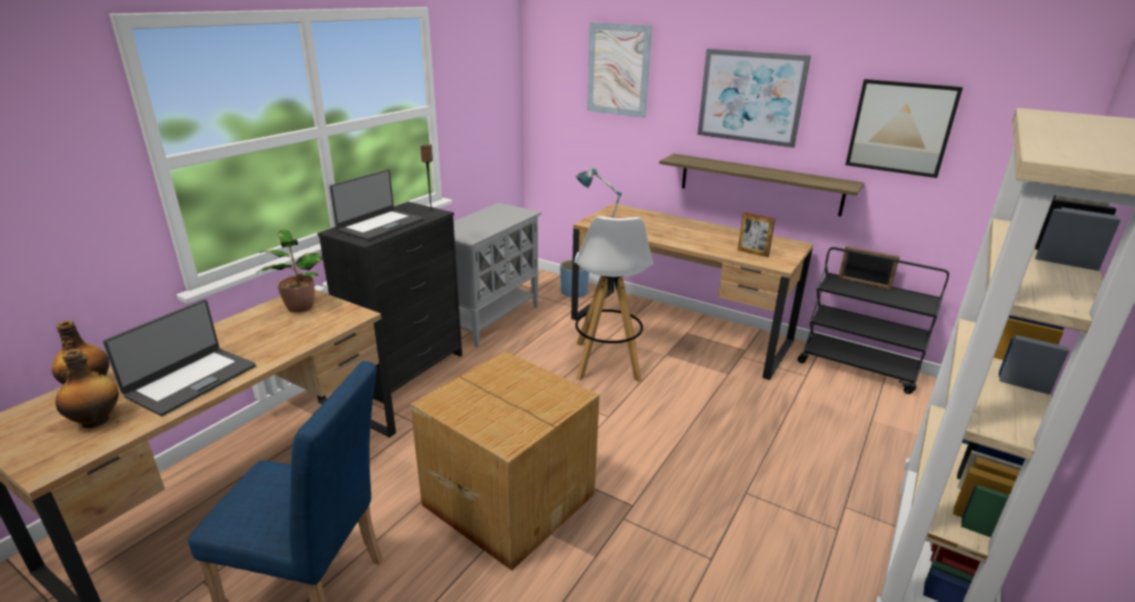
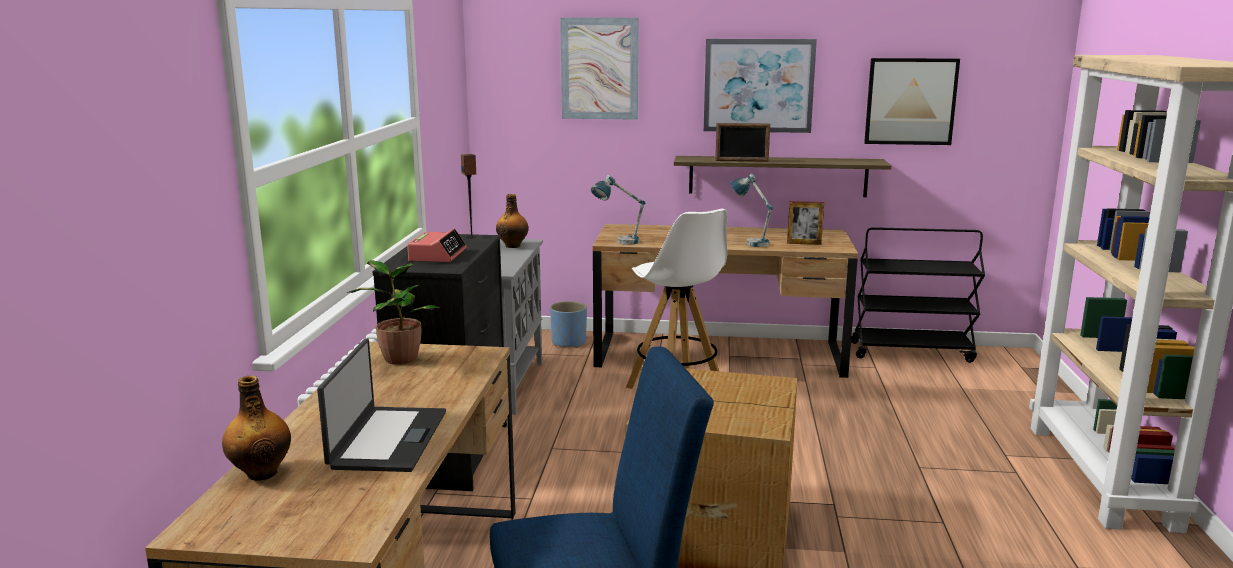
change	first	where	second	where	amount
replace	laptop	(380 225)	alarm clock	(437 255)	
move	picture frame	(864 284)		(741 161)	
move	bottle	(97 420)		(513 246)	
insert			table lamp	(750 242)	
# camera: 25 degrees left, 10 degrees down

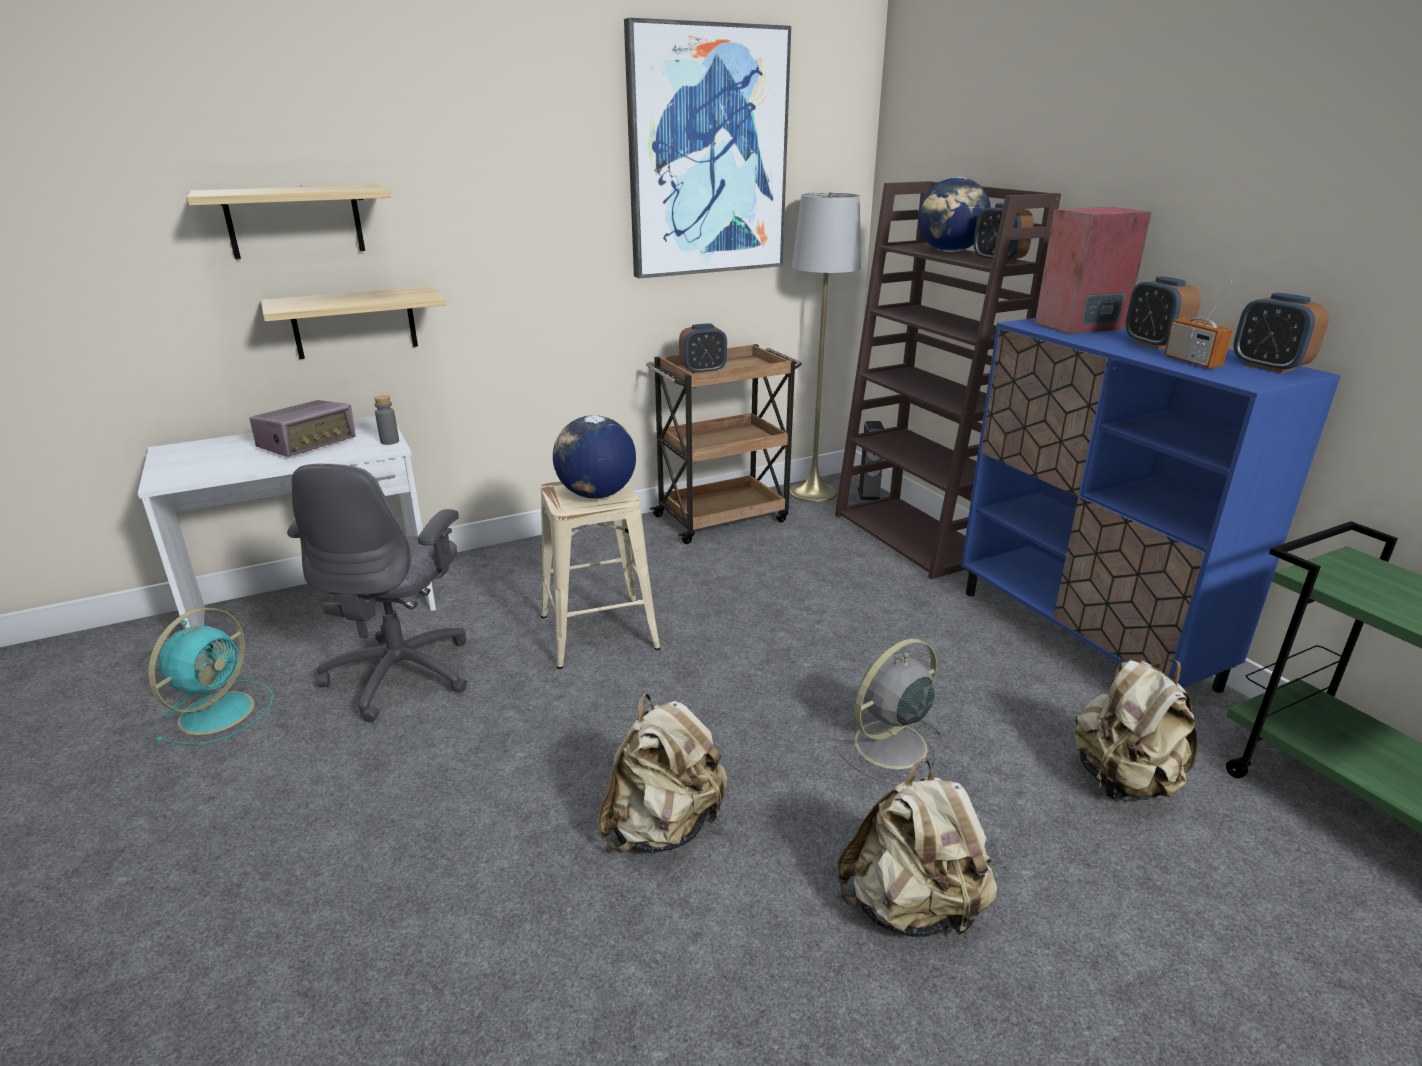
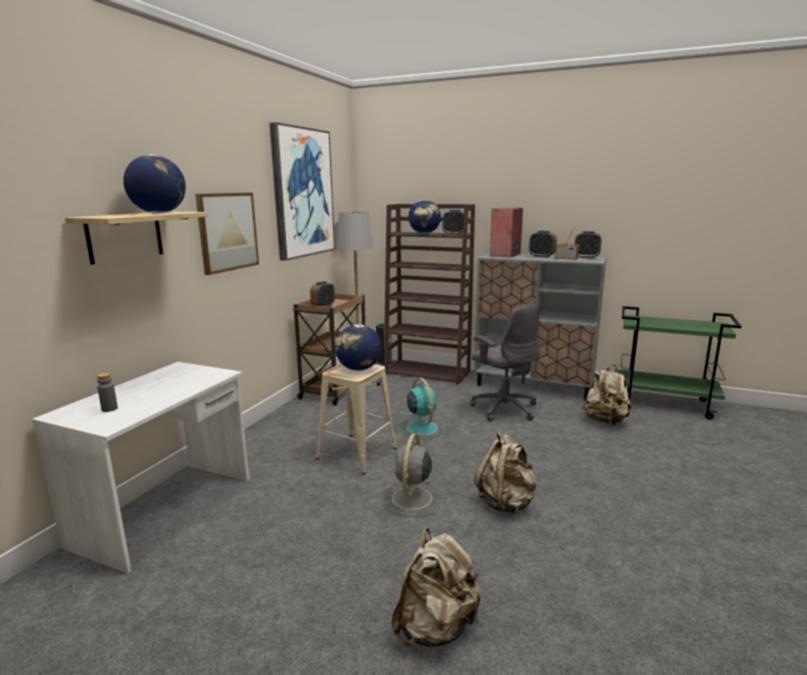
change	first	where	second	where	amount
delete	shelf	(354 322)			
recolor	cabinet in blue	(1083 638)	cabinet in grey	(534 386)	
move	bottle in grey	(389 441)		(109 409)	
delete	radio	(308 444)			
move	office chair in grey	(402 673)		(504 409)	
move	fan in turquoise	(219 711)		(421 427)	
move	fan in grey	(888 746)		(411 499)	
move	backpack in beige	(912 907)		(436 627)	
insert			globe	(159 213)	
insert			picture	(227 231)	
# camera: 40 degrees left, 10 degrees down

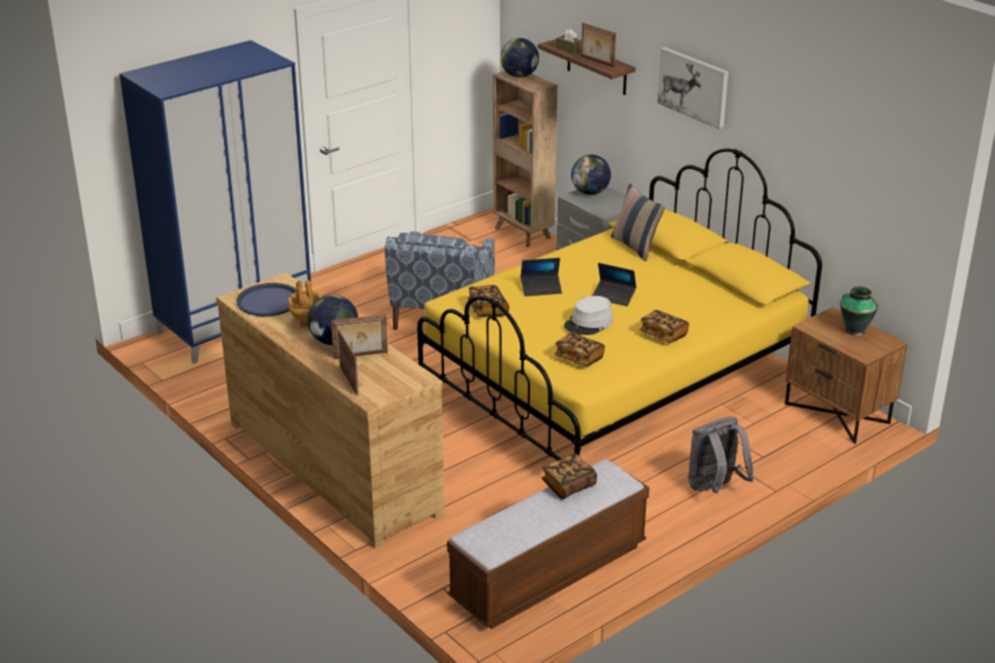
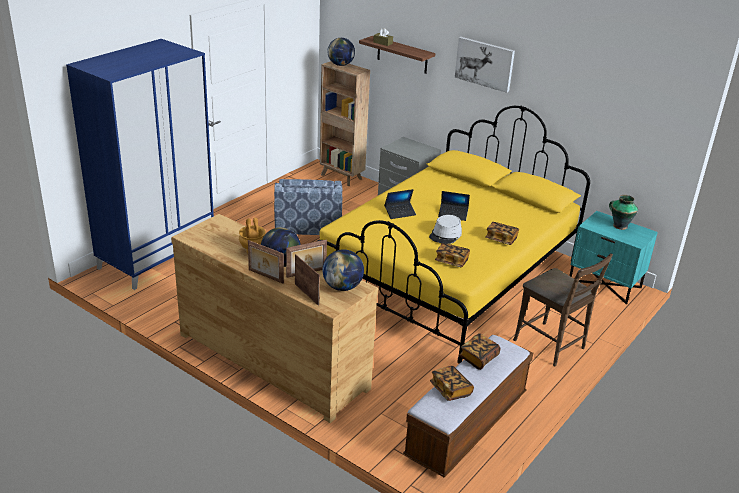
change	first	where	second	where	amount
move	picture frame	(597 62)		(265 276)	
move	globe	(590 192)		(342 287)	
delete	pillow	(635 247)			
delete	tray in blue	(269 301)			
move	book	(488 309)		(450 390)	
recolor	nightstand in brown	(838 413)	nightstand in turquoise	(605 284)	
replace	backpack in grey	(715 488)	chair in brown	(552 346)	
# camera: 15 degrees left, 0 degrees up

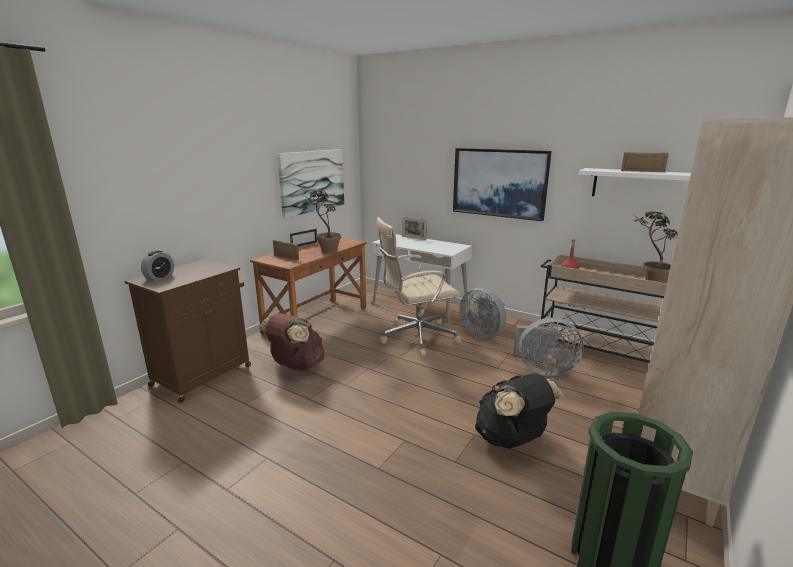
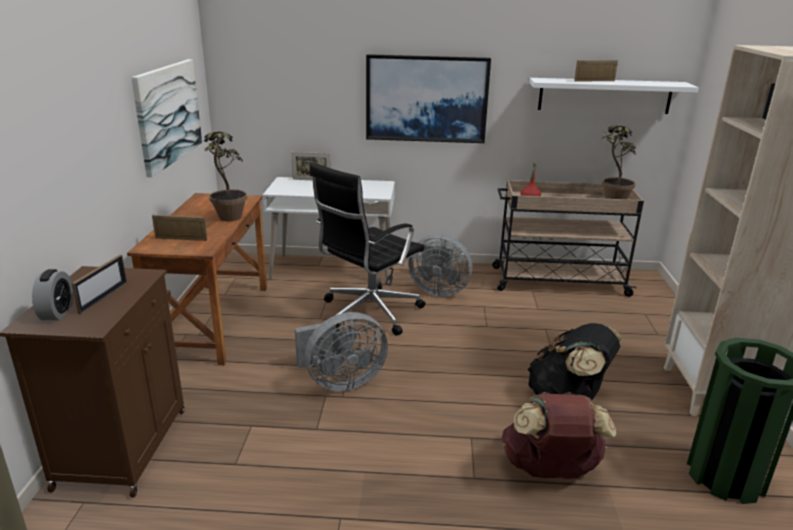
change	first	where	second	where	amount
recolor	office chair in beige	(416 337)	office chair in black	(368 313)	
move	picture frame	(304 245)		(103 297)	
move	backpack in brown	(296 366)		(550 470)	
move	fan in grey	(543 369)		(341 382)	
# camera: 30 degrees left, 5 degrees up

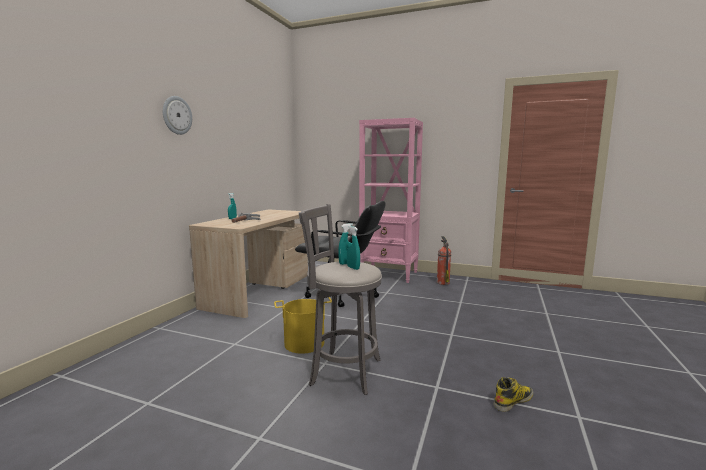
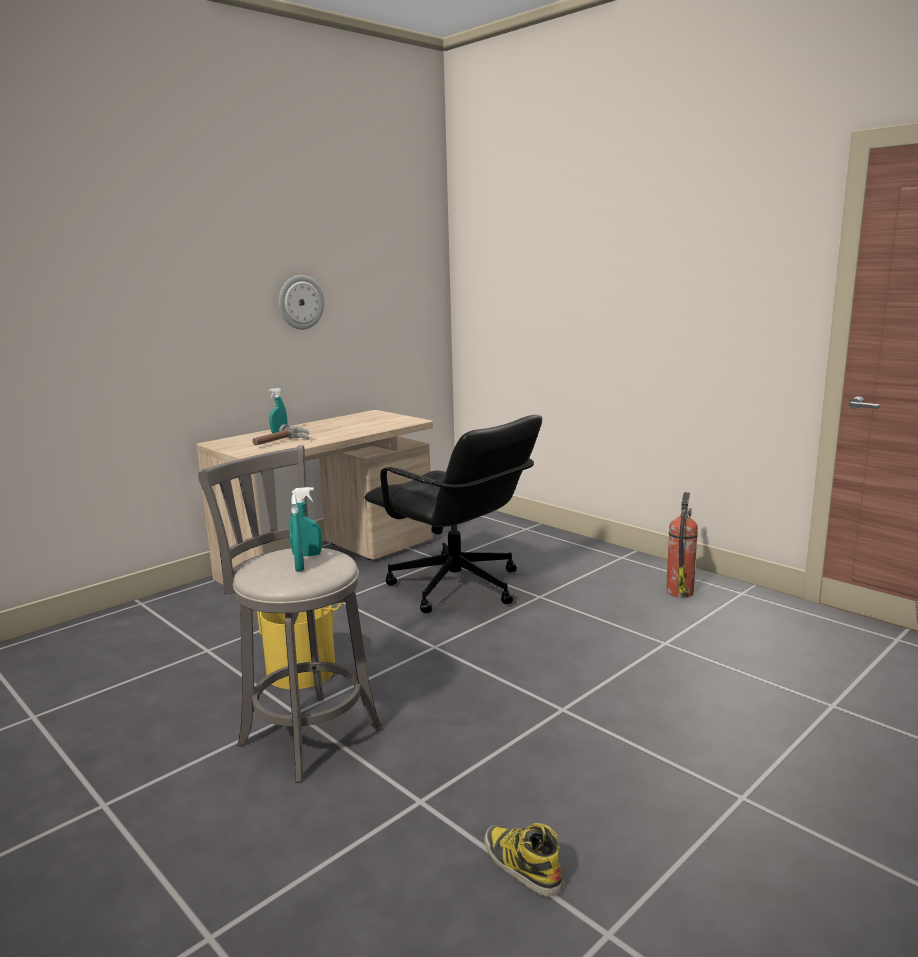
change	first	where	second	where	amount
move	wall clock	(177 115)		(300 302)	
delete	bookcase in pink	(389 274)			
rotate	boot	(513 400)		(521 865)	120 degrees counterclockwise
# camera: 25 degrees right, 5 degrees up

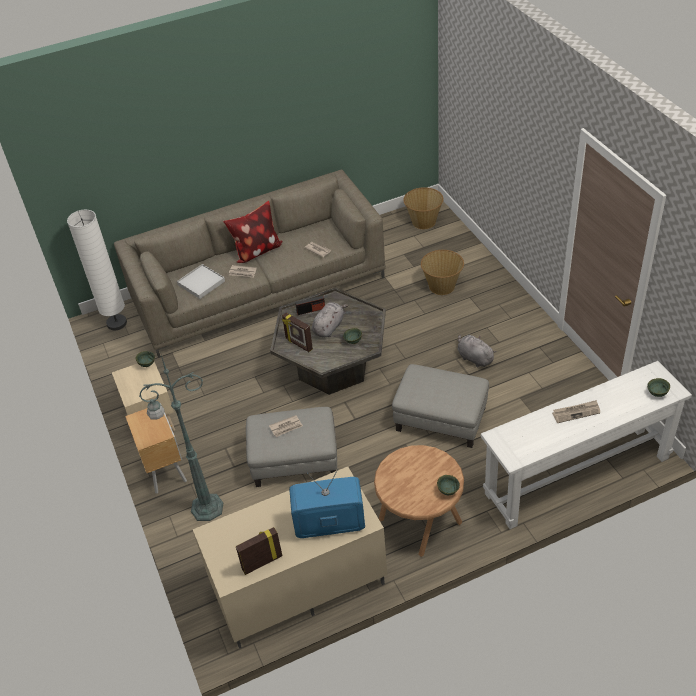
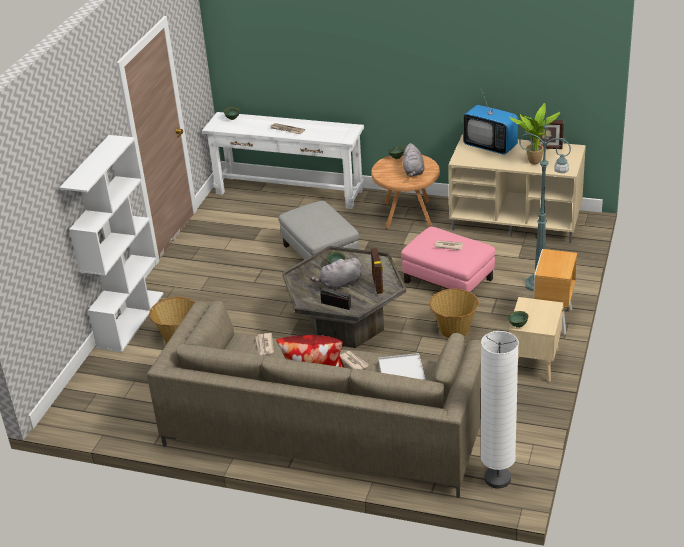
change	first	where	second	where	amount
move	basket	(423 221)		(454 330)	
move	plush toy in grey	(474 358)		(413 171)	
recolor	ottoman in grey	(294 460)	ottoman in pink	(448 280)	
insert			potted plant	(535 163)	
insert			bookcase in white	(130 320)	
# camera: 140 degrees left, 10 degrees down

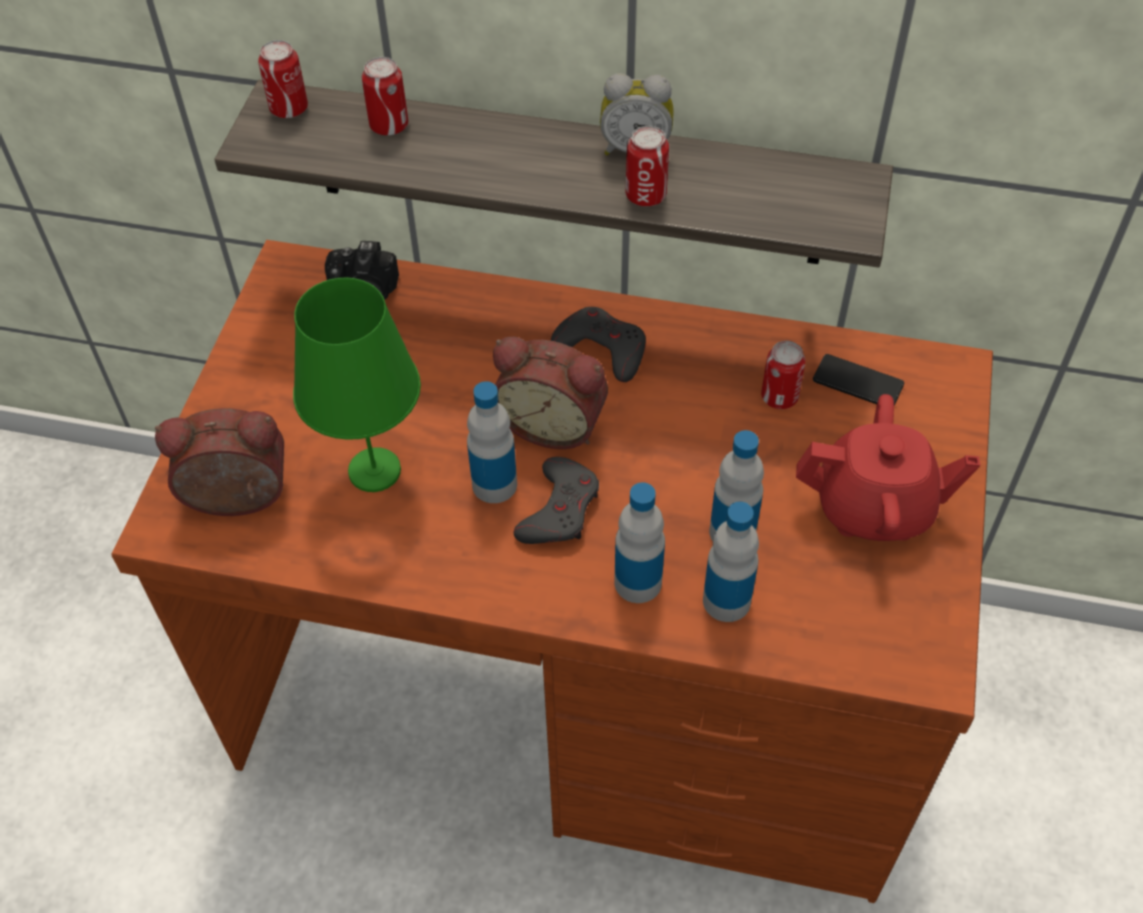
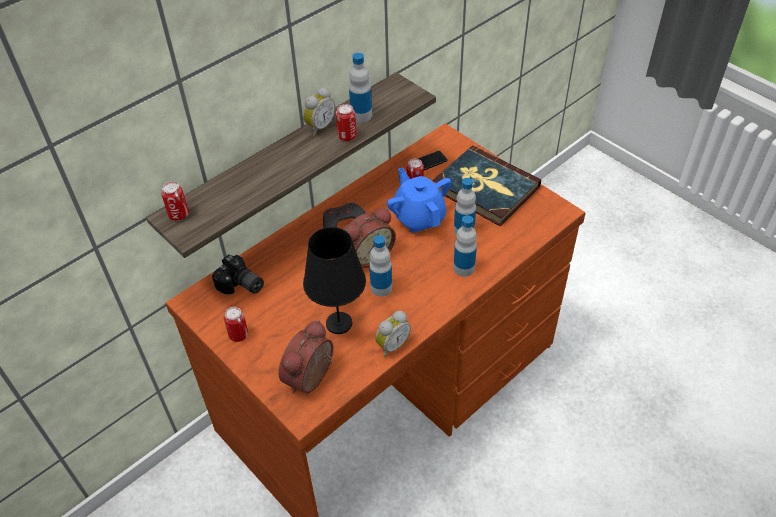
change	first	where	second	where	amount
move	can	(389 125)		(238 335)	
recolor	table lamp in green	(373 470)	table lamp in black	(338 323)	
replace	teapot in red	(875 508)	book	(485 188)	
delete	game controller in grey	(559 509)			
move	bottle	(726 601)		(361 115)	
insert			teapot in blue	(419 217)	
insert			alarm clock	(391 345)	
# camera: 55 degrees left, 5 degrees down

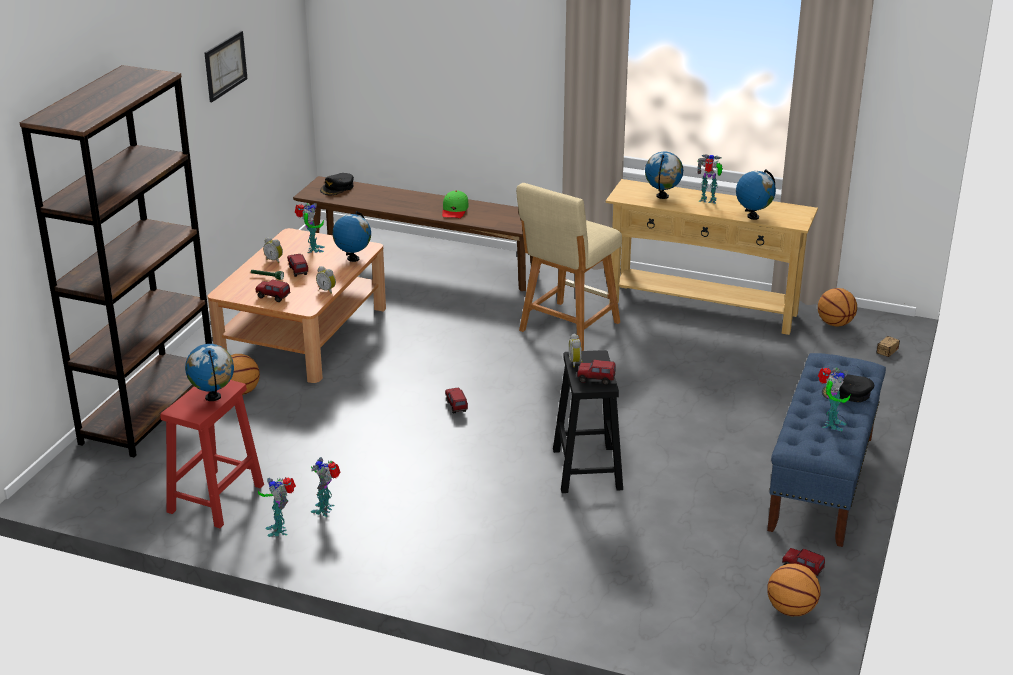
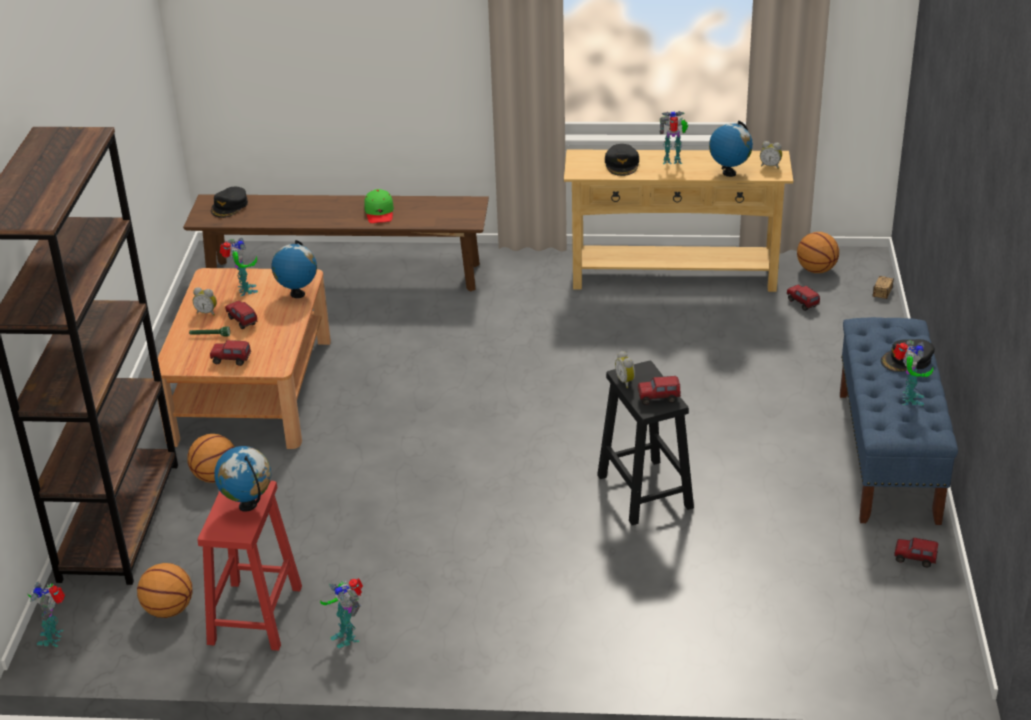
change	first	where	second	where	amount
delete	picture	(225 65)			
replace	globe	(662 196)	cap in black	(622 164)	
delete	stool in beige	(567 328)			
move	alarm clock	(327 290)		(770 166)	
move	toy truck	(456 407)		(802 304)	
move	toy robot	(325 509)		(54 637)	
move	basketball	(790 610)		(168 610)	
# camera: 15 degrees left, 5 degrees up

